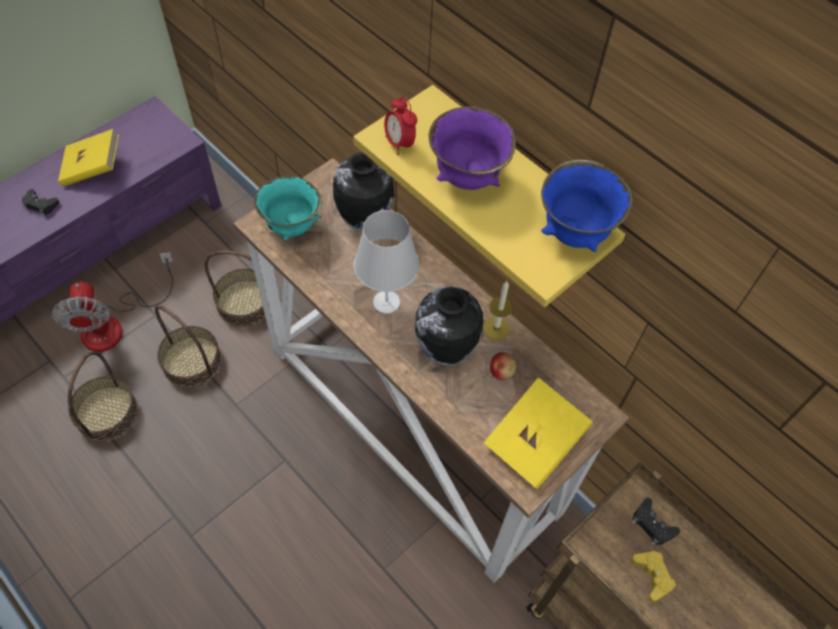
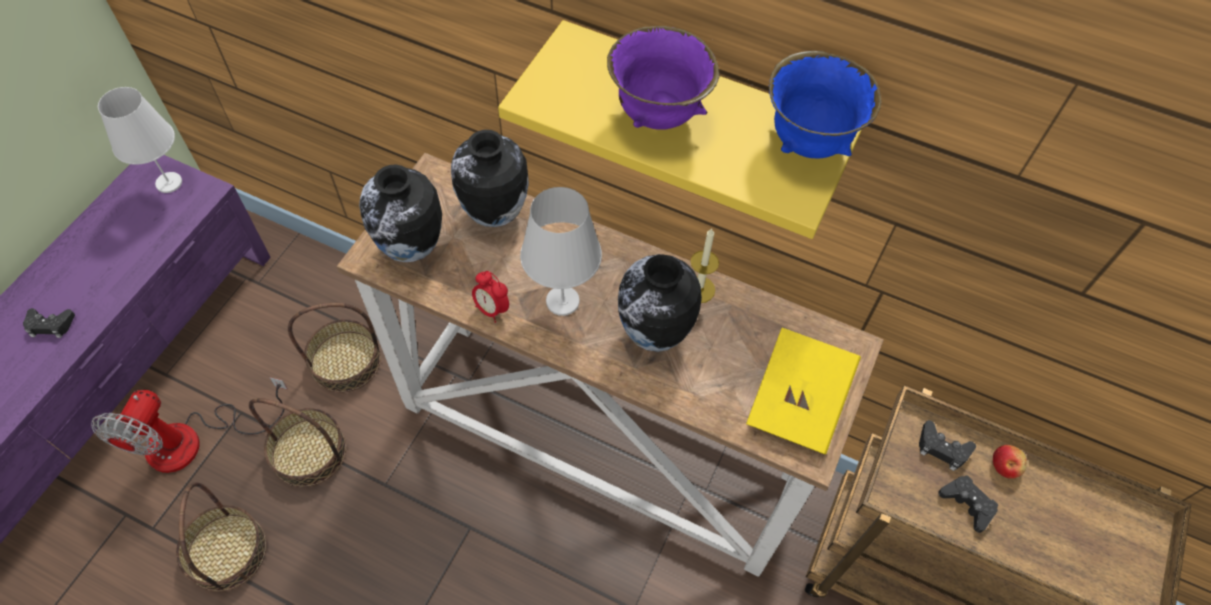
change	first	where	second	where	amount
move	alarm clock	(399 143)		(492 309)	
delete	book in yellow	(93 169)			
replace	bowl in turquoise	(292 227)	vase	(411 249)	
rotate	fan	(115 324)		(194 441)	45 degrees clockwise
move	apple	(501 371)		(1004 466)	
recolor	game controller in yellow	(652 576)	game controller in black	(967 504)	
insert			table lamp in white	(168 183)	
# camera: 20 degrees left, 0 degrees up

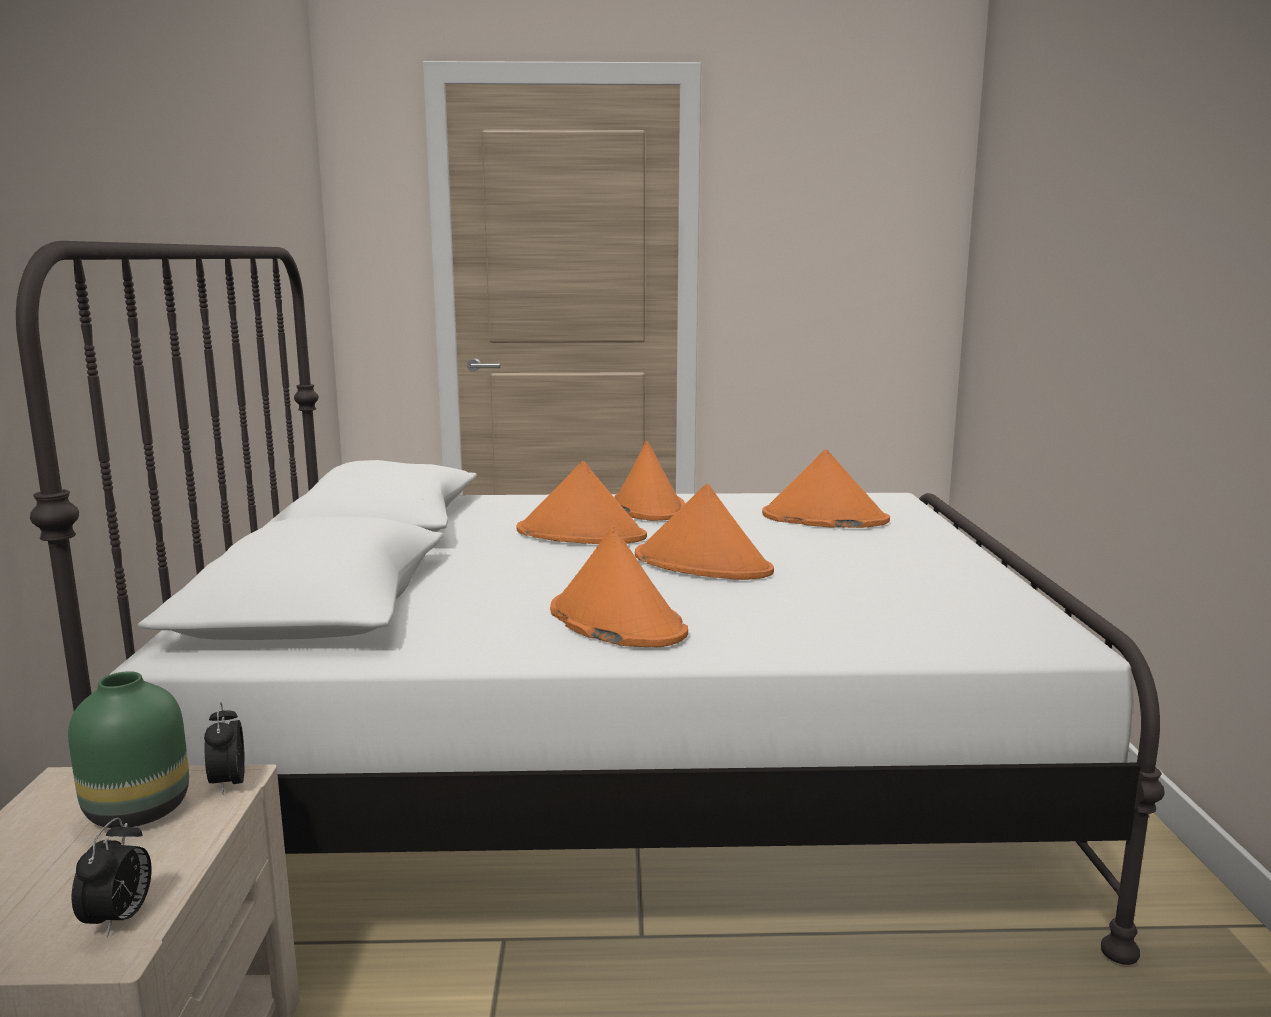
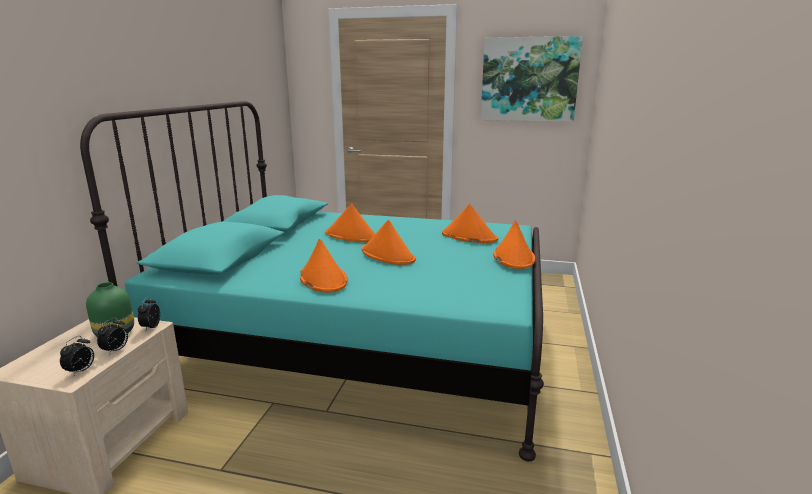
change	first	where	second	where	amount
recolor	bed in white	(621 776)	bed in turquoise	(361 343)	
move	hat in orange	(647 507)		(513 257)	
insert			picture	(529 79)	
insert			alarm clock	(116 350)	
# camera: 15 degrees right, 5 degrees up

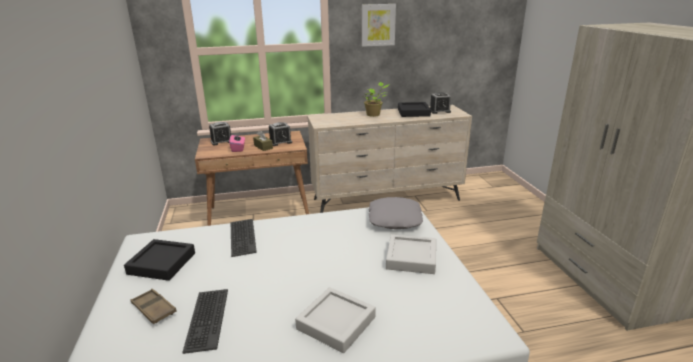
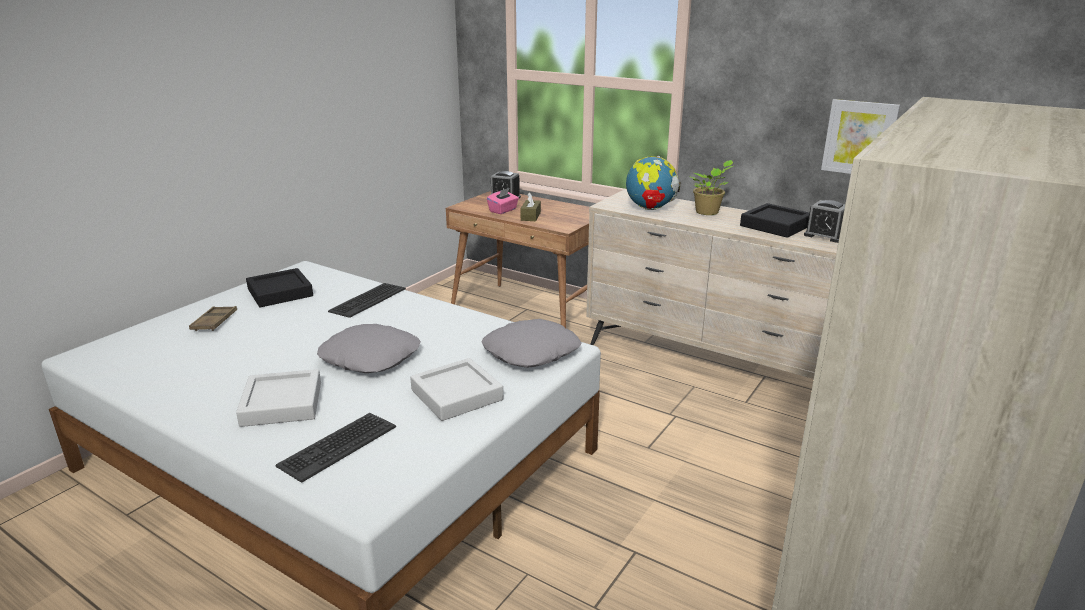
change	first	where	second	where	amount
move	picture	(378 25)		(859 138)	
delete	alarm clock	(280 142)			
move	keyboard	(206 319)		(337 446)	
insert			globe	(650 209)	
insert			pillow in grey	(371 357)	
# camera: 45 degrees right, 0 degrees up

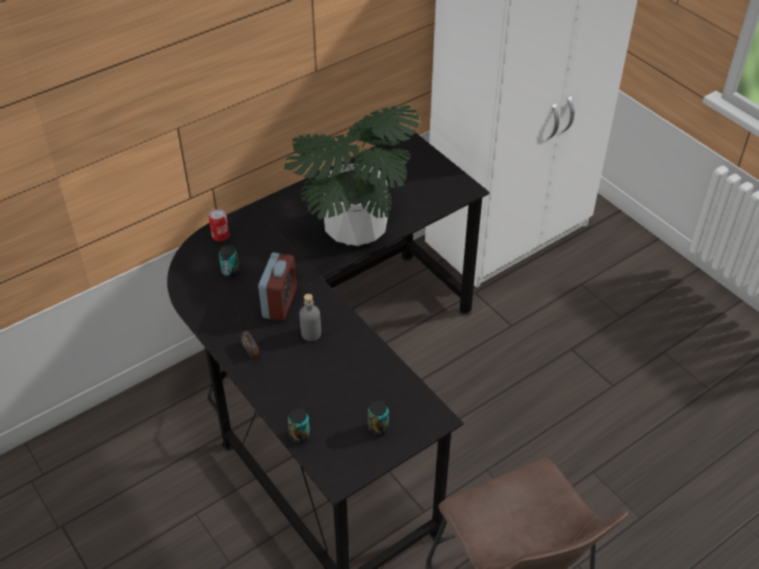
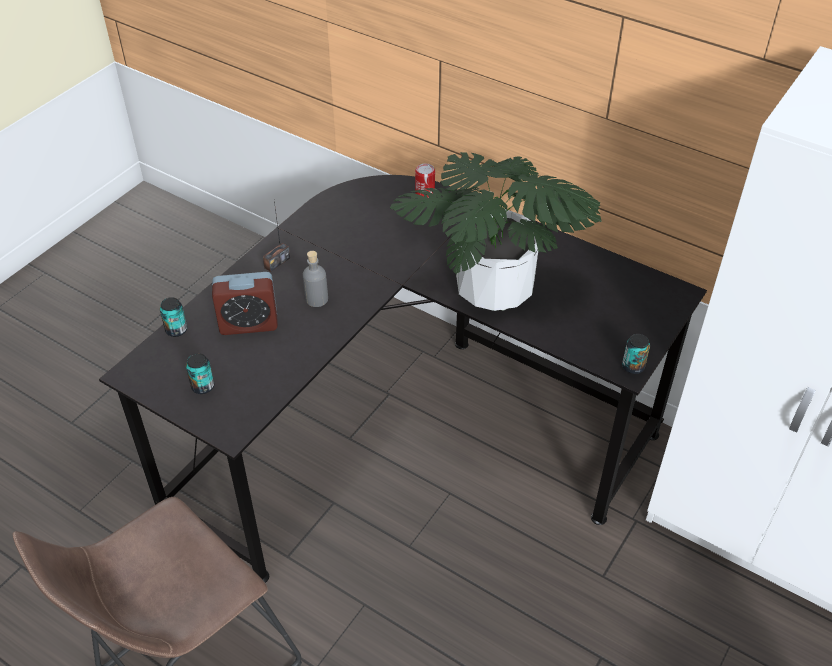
change	first	where	second	where	amount
move	can	(230 272)		(633 367)	
move	alarm clock	(279 303)		(248 324)	
# camera: 70 degrees right, 0 degrees up

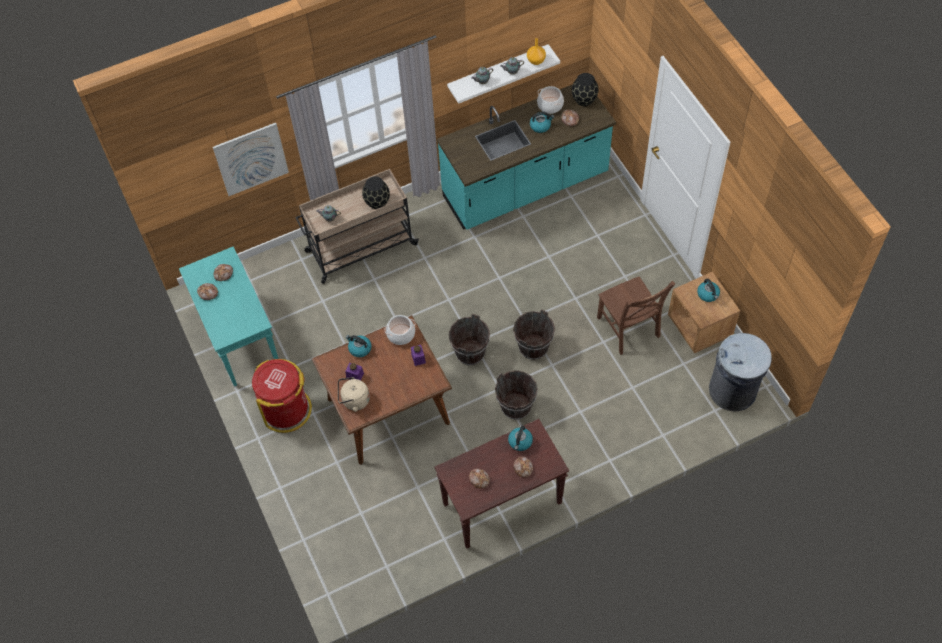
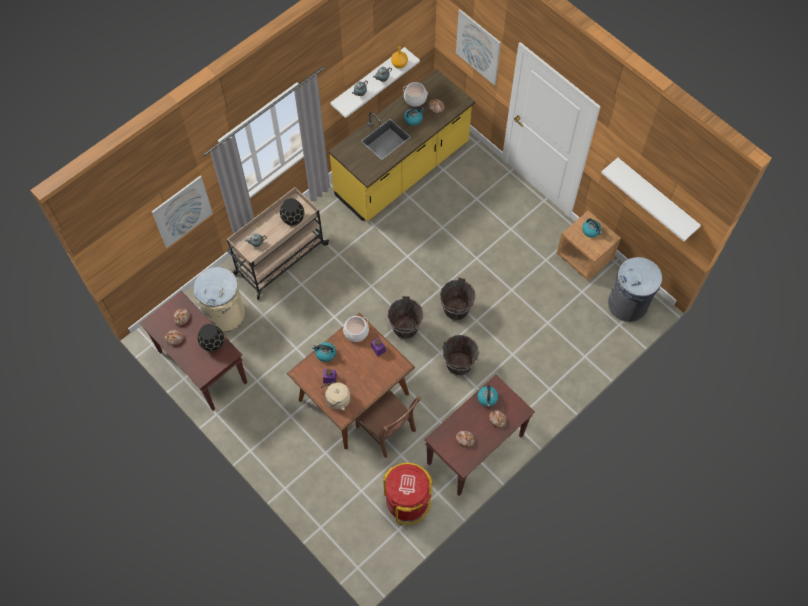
change	first	where	second	where	amount
move	vase in black	(584 100)		(213 344)	
recolor	counter in turquoise	(525 187)	counter in yellow	(403 170)	
recolor	console table in turquoise	(239 338)	console table in brown	(201 367)	
move	chair in brown	(629 329)		(387 431)	
move	trash can in red	(286 409)		(408 501)	
insert			picture	(478 47)	
insert			shelf in white	(656 196)	
insert			trash can in beige	(225 314)	
# camera: 20 degrees left, 5 degrees up

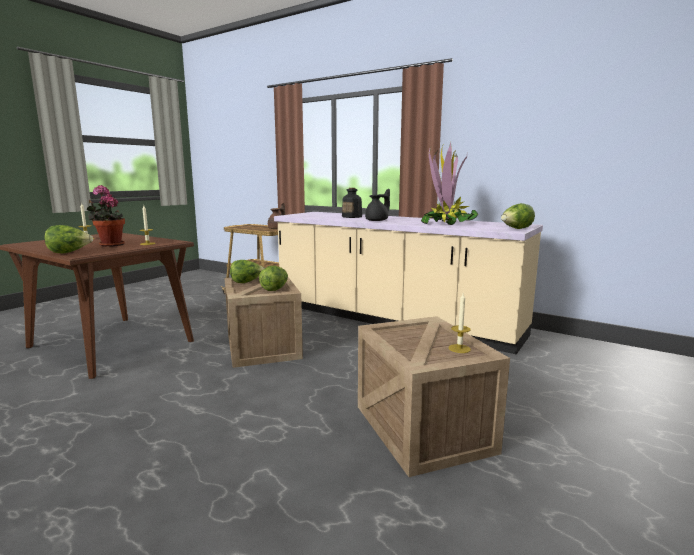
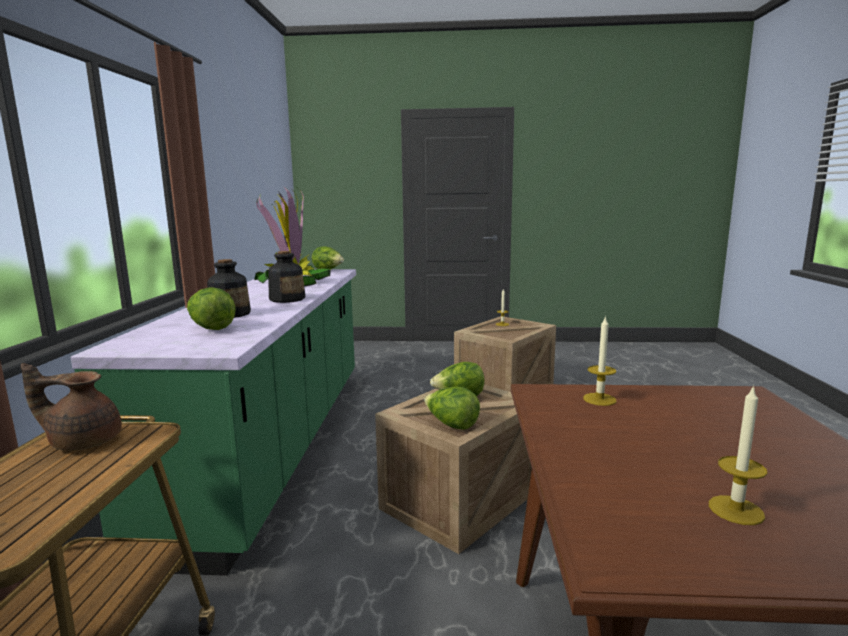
change	first	where	second	where	amount
delete	potted plant	(110 245)			
replace	teapot in black	(378 220)	bottle	(287 299)	
recolor	counter in beige	(393 320)	counter in green	(277 444)	
move	lettuce	(69 253)		(211 328)	
# camera: 120 degrees left, 0 degrees up

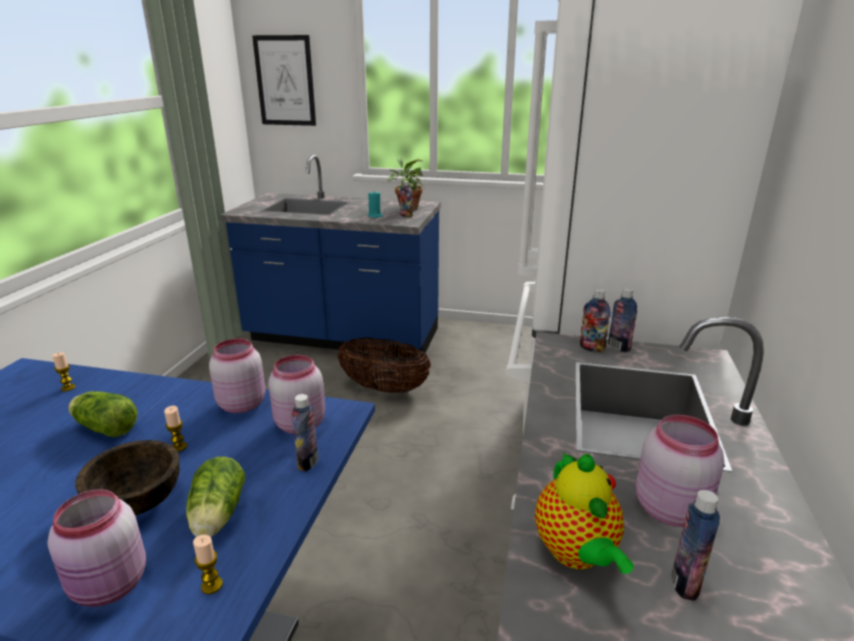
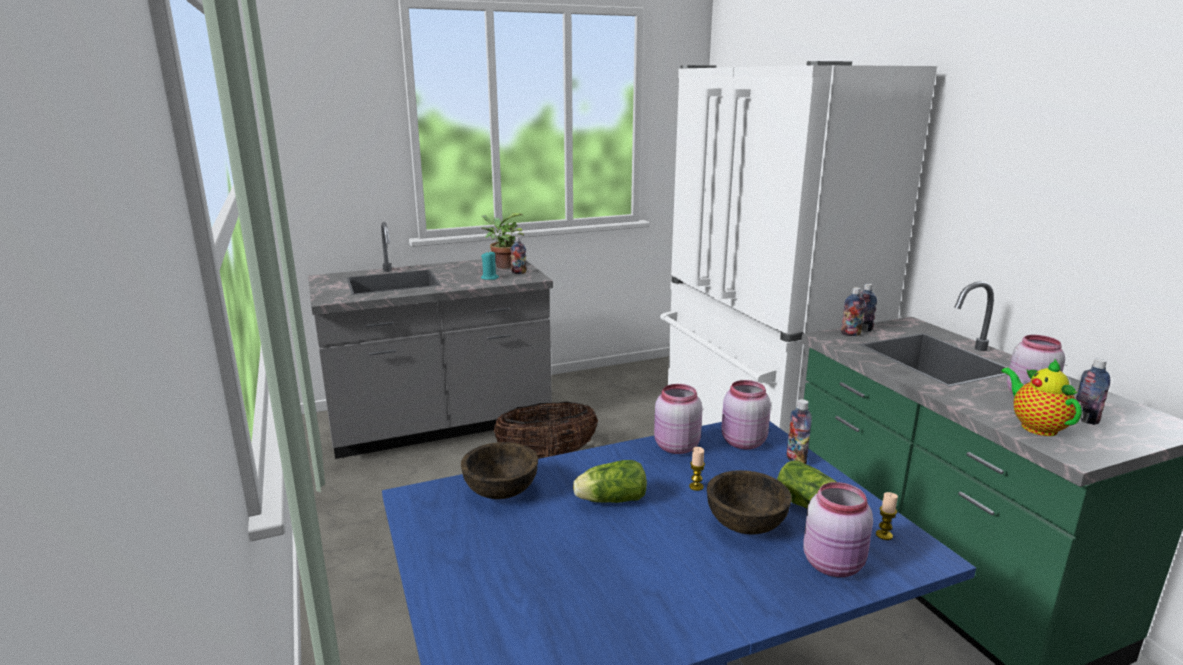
change	first	where	second	where	amount
delete	picture	(285 81)			
recolor	counter in blue	(343 337)	counter in grey	(440 425)	
replace	candle	(68 387)	bowl in brown	(501 490)	
rotate	teapot	(577 554)		(1035 426)	150 degrees counterclockwise
# camera: 35 degrees left, 5 degrees down

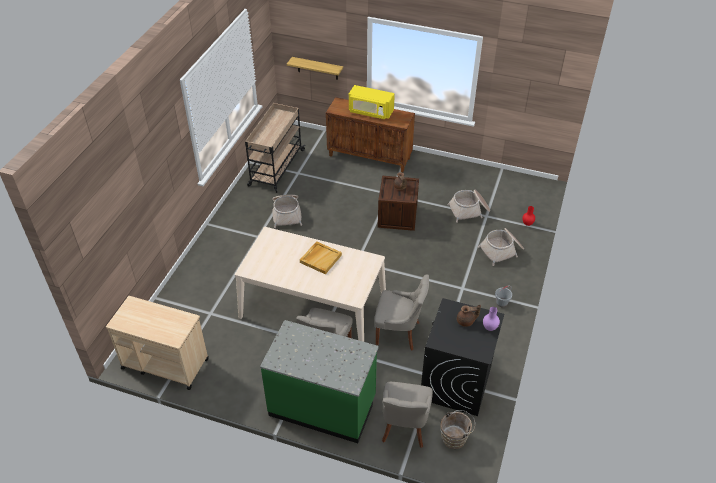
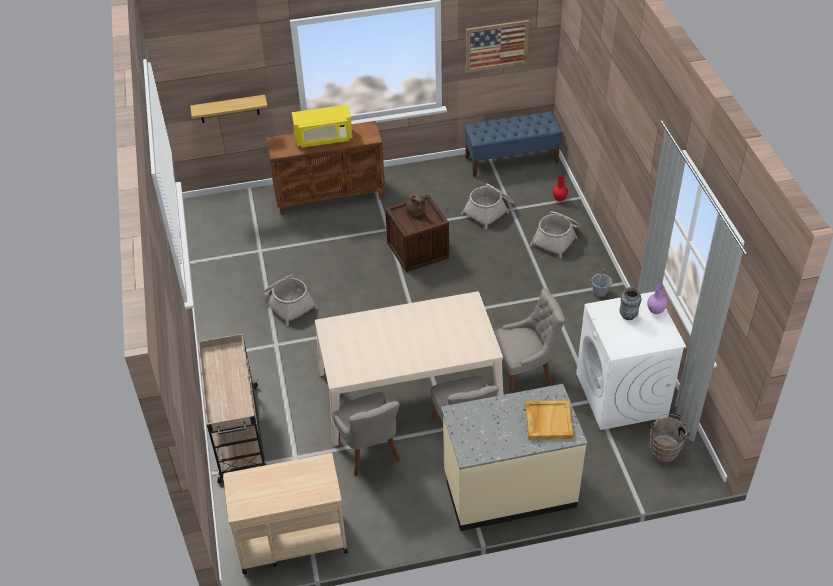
change	first	where	second	where	amount
move	cart in beige	(276 168)		(238 434)	
move	tray in beige	(320 258)		(548 421)	
recolor	washing machine in black	(456 383)	washing machine in white	(622 395)	
replace	teapot in brown	(466 321)	vase	(628 316)	
recolor	counter in green	(322 406)	counter in beige	(509 489)	
move	chair in grey	(404 428)		(369 451)	
insert			picture	(496 45)	
insert			bench in blue	(511 160)	
# camera: 30 degrees left, 0 degrees up

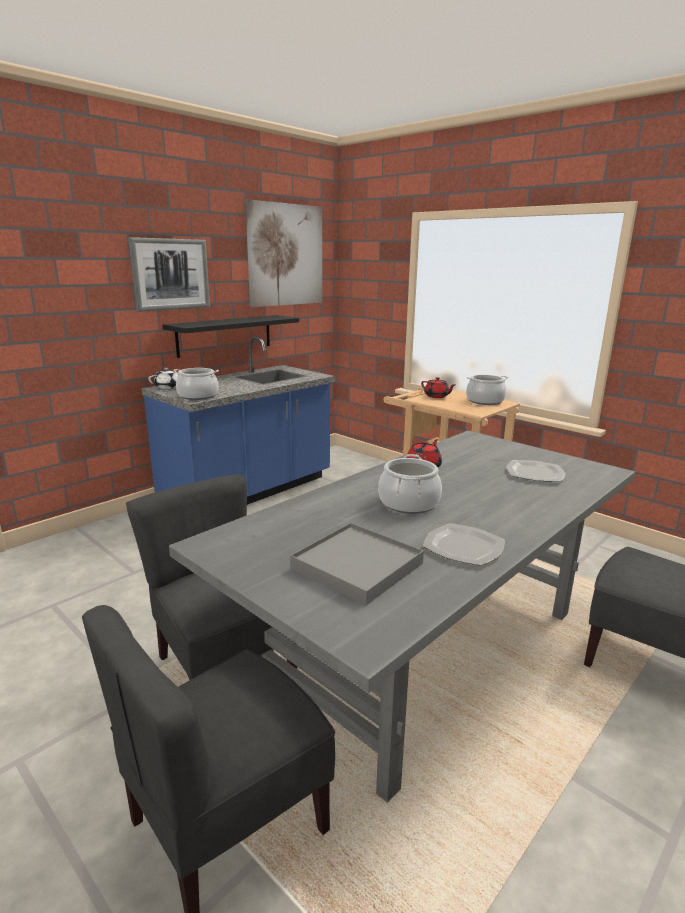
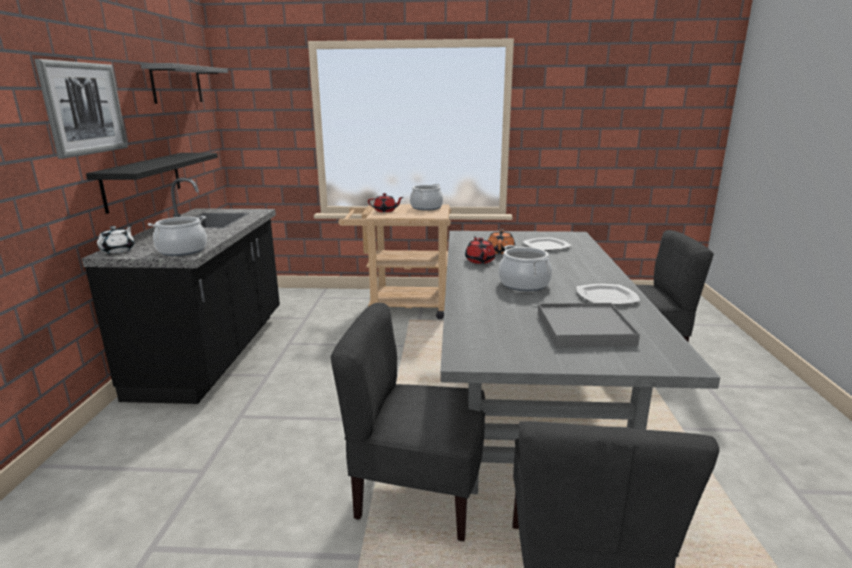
change	first	where	second	where	amount
replace	picture	(286 255)	shelf in grey	(177 84)	
recolor	counter in blue	(249 492)	counter in black	(214 353)	
insert			teapot in orange	(500 251)	
# camera: 40 degrees left, 0 degrees up

